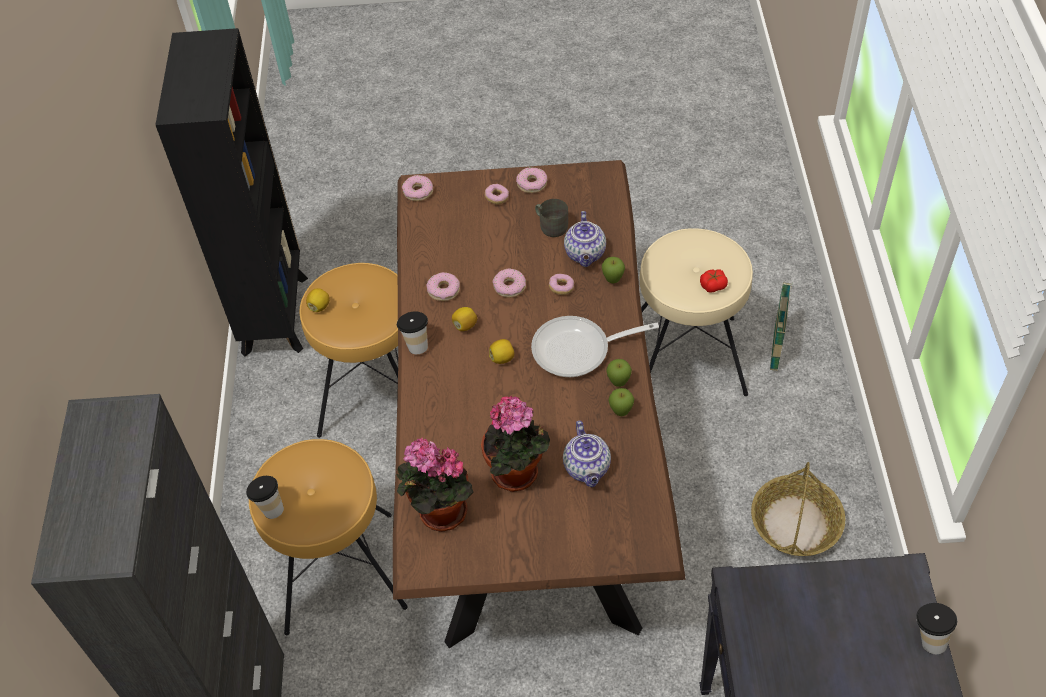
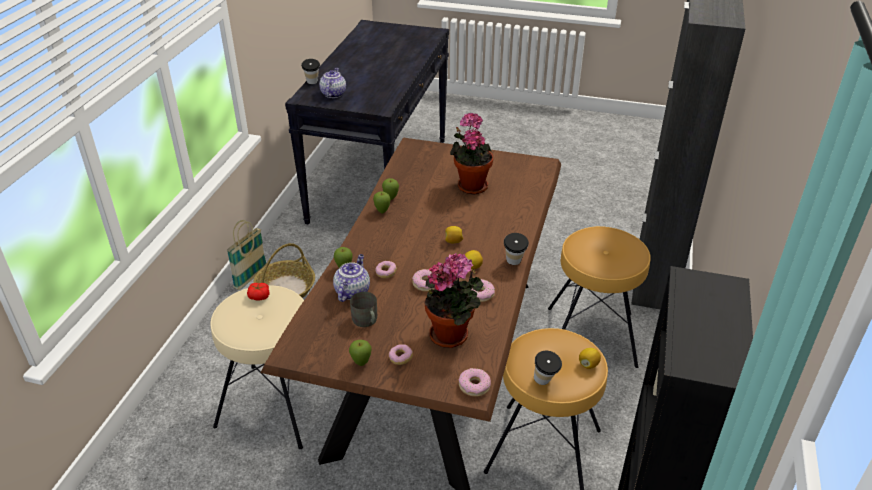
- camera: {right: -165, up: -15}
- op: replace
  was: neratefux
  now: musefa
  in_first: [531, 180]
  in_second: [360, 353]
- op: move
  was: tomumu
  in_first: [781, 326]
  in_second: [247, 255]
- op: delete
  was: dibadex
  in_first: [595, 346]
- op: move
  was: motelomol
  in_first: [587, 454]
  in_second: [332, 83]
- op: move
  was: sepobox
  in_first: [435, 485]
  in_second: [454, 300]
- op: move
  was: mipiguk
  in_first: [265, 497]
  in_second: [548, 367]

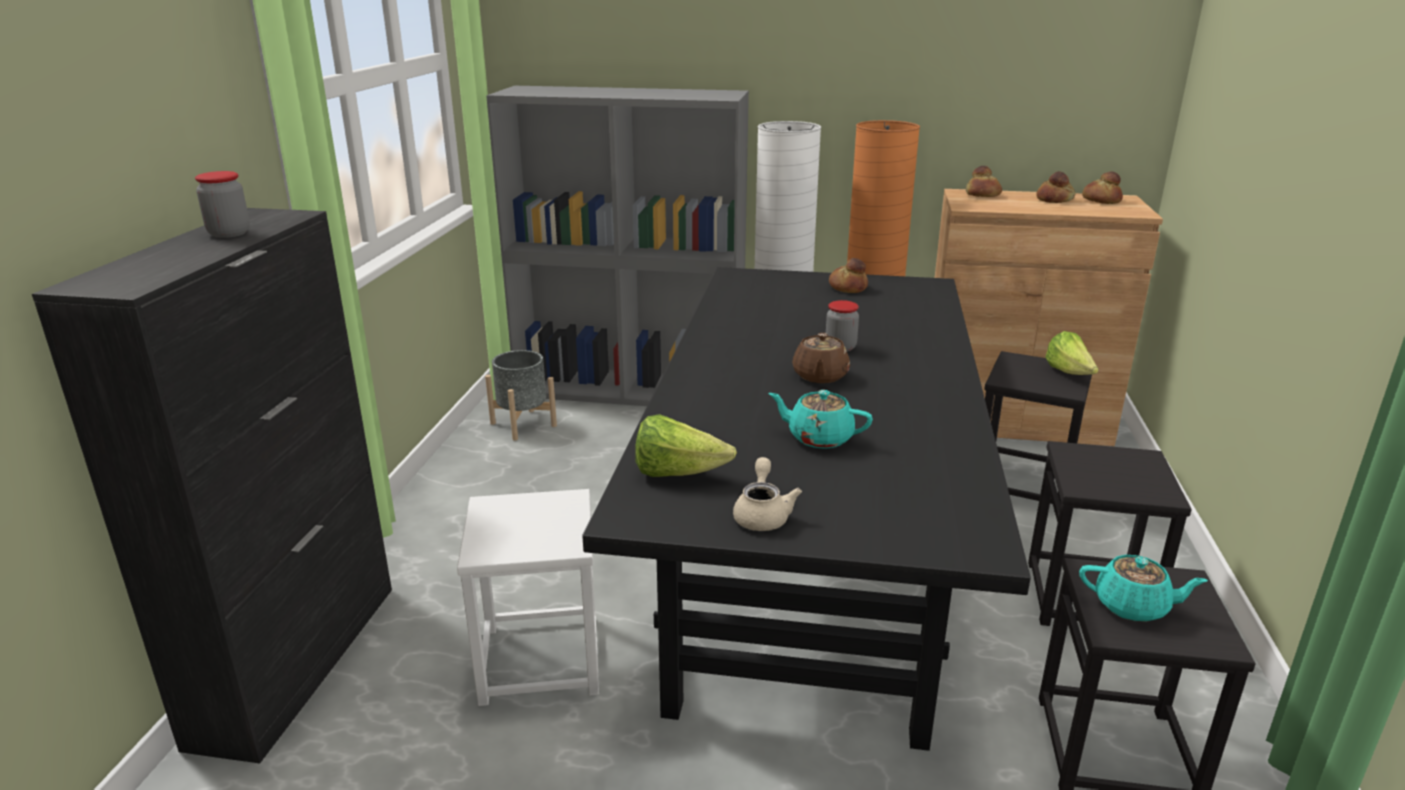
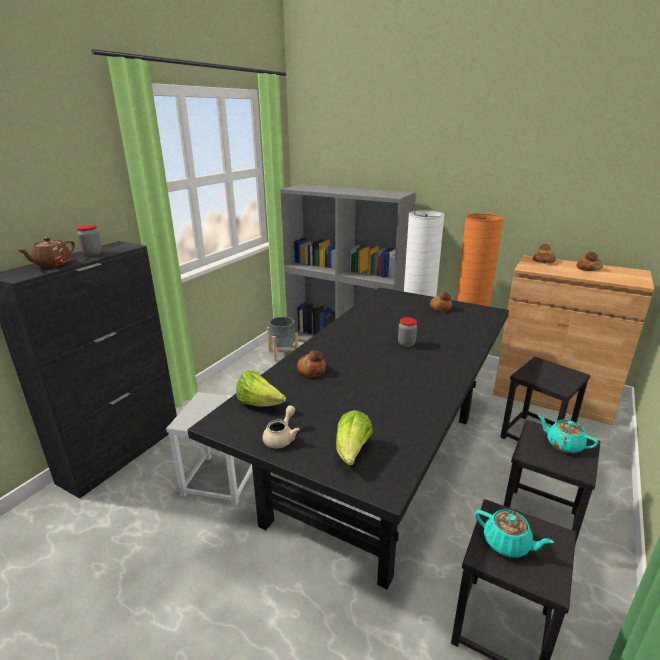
- camera: {right: 20, up: 0}
- op: move
  was: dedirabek
  in_first: [1102, 188]
  in_second: [311, 363]
- op: move
  was: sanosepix
  in_first: [1072, 353]
  in_second: [354, 437]
- op: move
  was: brown_motelomol
  in_first: [821, 358]
  in_second: [46, 252]
- op: move
  was: turquoise_motelomol
  in_first: [820, 419]
  in_second: [568, 434]

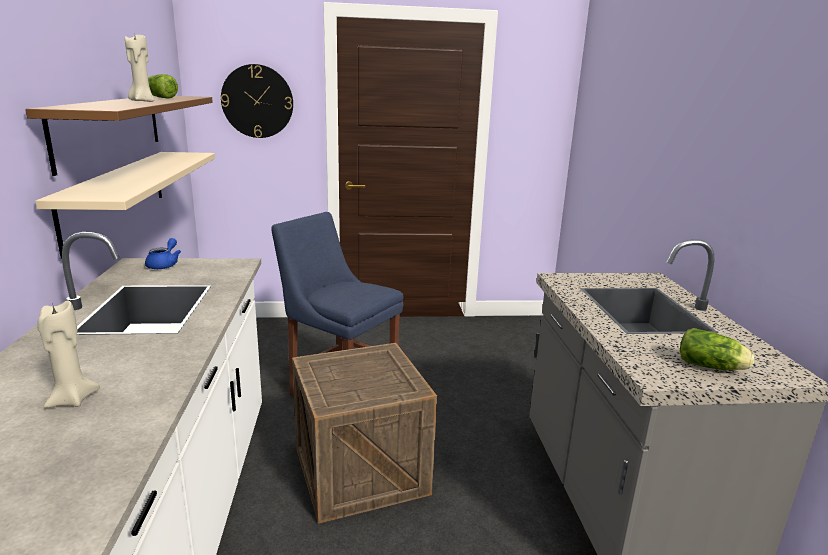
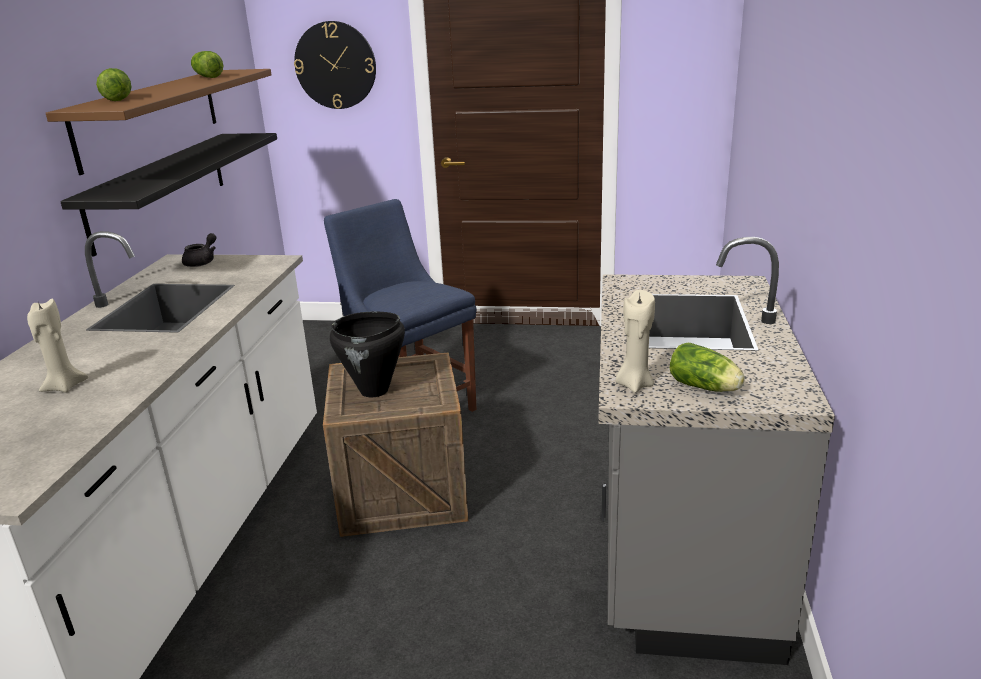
- camera: {right: 15, up: 5}
- op: move
  was: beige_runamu
  in_first: [139, 67]
  in_second: [635, 341]
- op: recolor
  was: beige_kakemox
  now: black_kakemox
  in_first: [125, 205]
  in_second: [168, 195]
- op: recolor
  was: blue_motelomol
  now: grey_motelomol
  in_first: [163, 253]
  in_second: [199, 250]
- op: insert
  now: sanosepix
  in_second: [113, 84]
- op: insert
  now: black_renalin
  in_second: [367, 354]

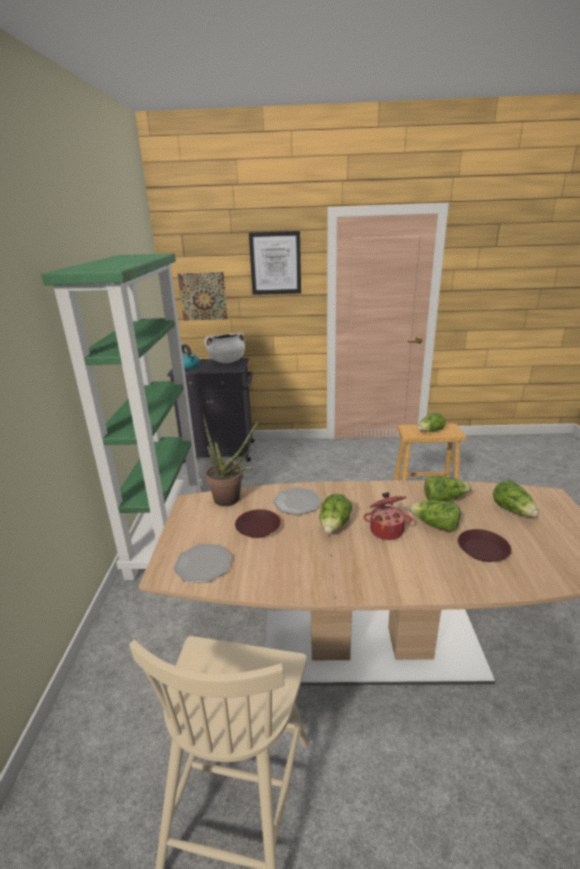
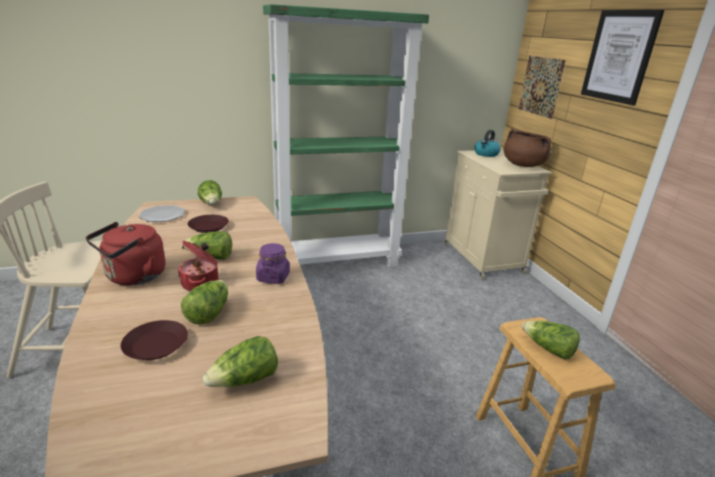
- camera: {right: 70, up: 0}
- op: recolor
  was: white_renalin
  now: brown_renalin
  in_first: [225, 348]
  in_second: [527, 148]
- op: recolor
  was: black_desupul
  now: beige_desupul
  in_first: [211, 410]
  in_second: [498, 214]
- op: delete
  was: sepobox
  in_first: [231, 459]
- op: move
  was: sanosepix
  in_first: [448, 488]
  in_second: [210, 192]
- op: delete
  was: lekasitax
  in_first: [297, 501]
- op: insert
  now: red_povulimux
  in_second: [126, 254]
- op: insert
  now: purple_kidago
  in_second: [273, 263]

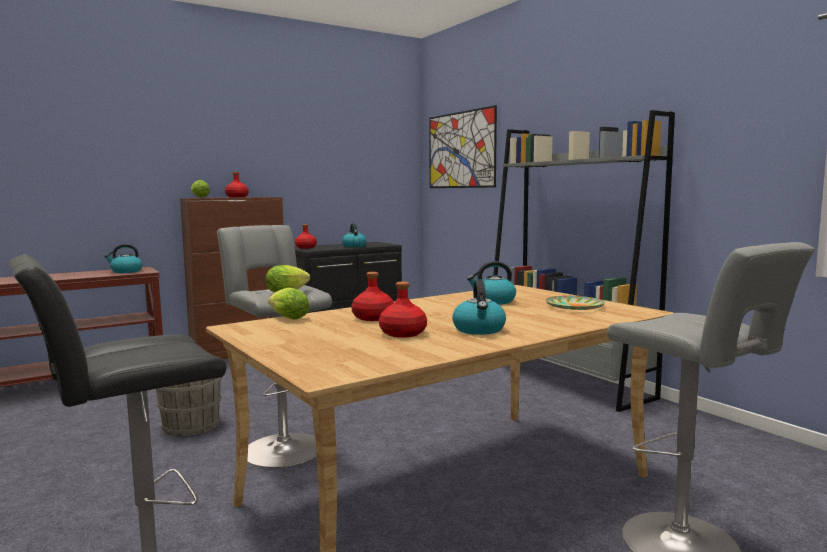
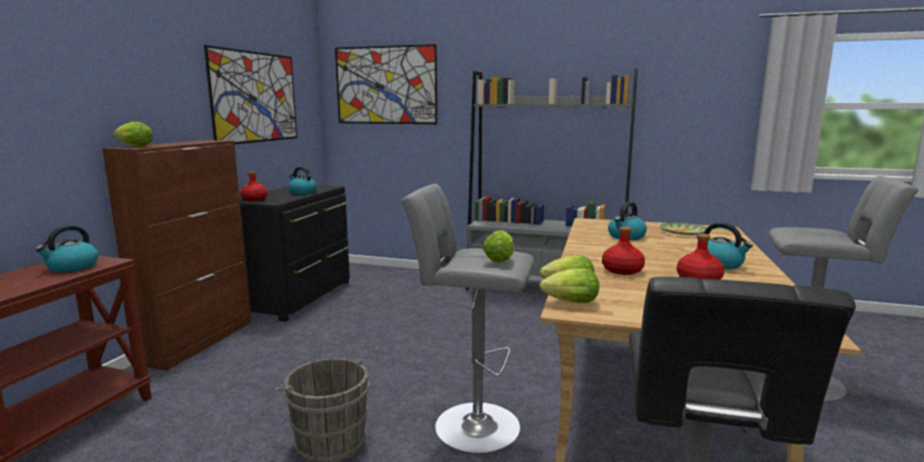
- camera: {right: -40, up: 5}
- op: delete
  was: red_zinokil
  in_first: [237, 184]
- op: insert
  now: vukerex
  in_second: [250, 94]
- op: insert
  now: sanosepix
  in_second: [569, 285]

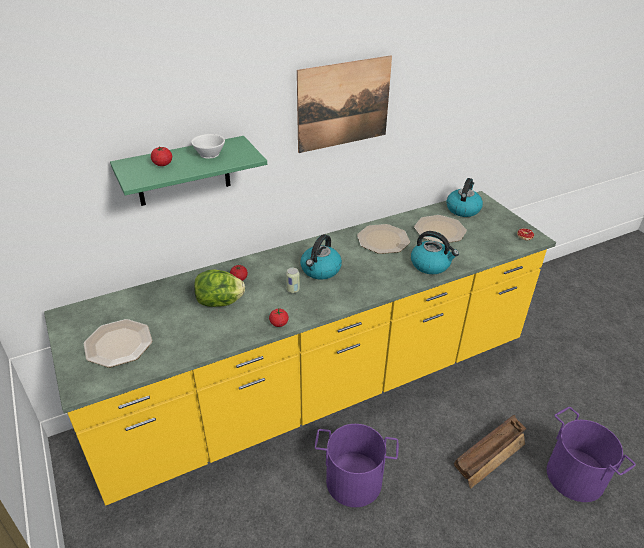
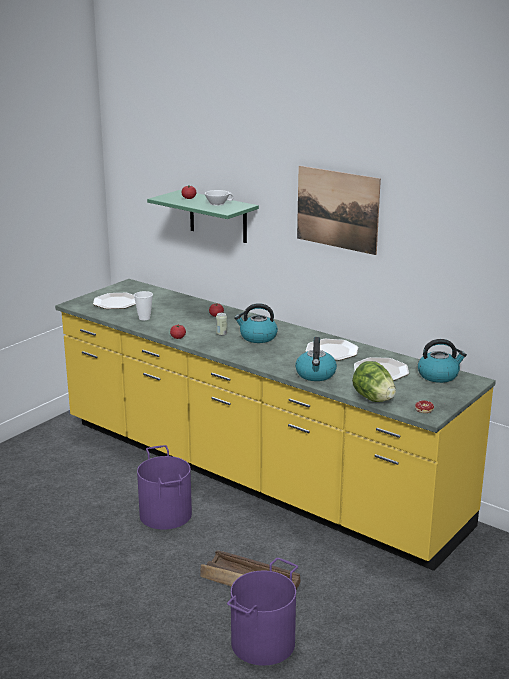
- camera: {right: 65, up: -15}
- op: move
  was: sanosepix
  in_first: [219, 288]
  in_second: [374, 381]
- op: insert
  now: mipiguk
  in_second: [143, 305]

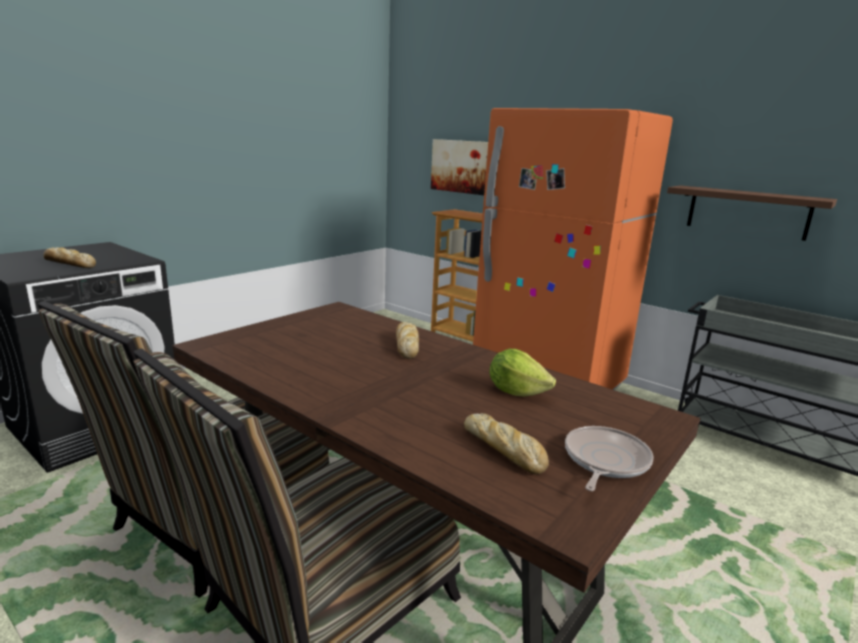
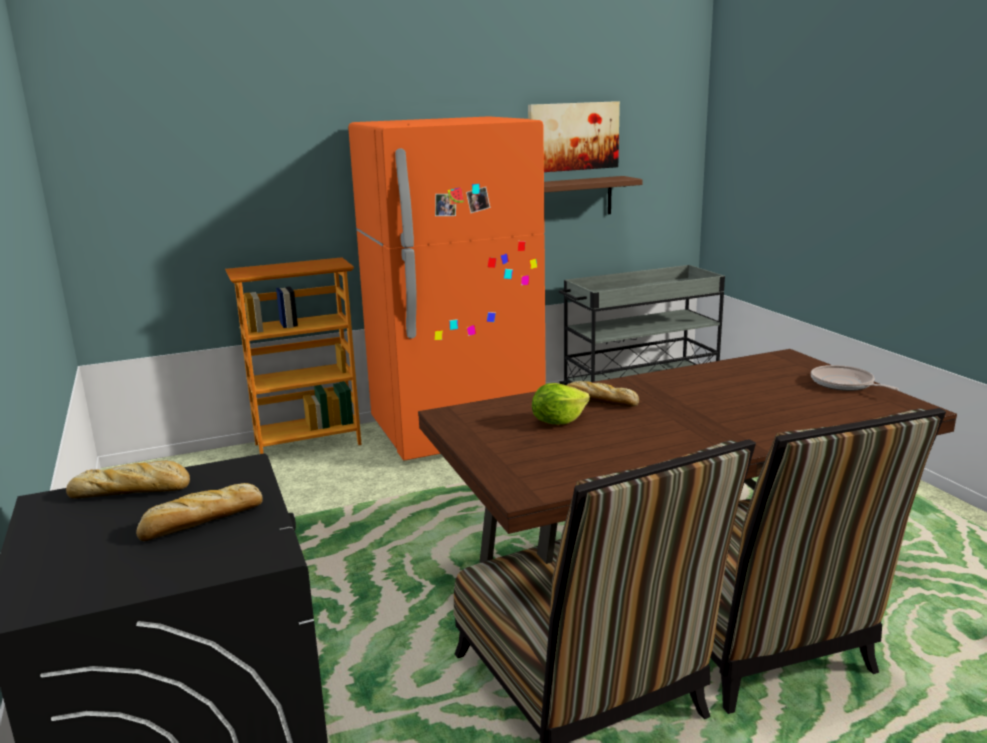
- camera: {right: -60, up: 0}
- op: move
  was: vukerex
  in_first: [459, 167]
  in_second: [574, 136]
- op: move
  was: sanosepix
  in_first: [522, 373]
  in_second: [561, 403]
- op: move
  was: dedirabek
  in_first: [506, 443]
  in_second: [128, 480]

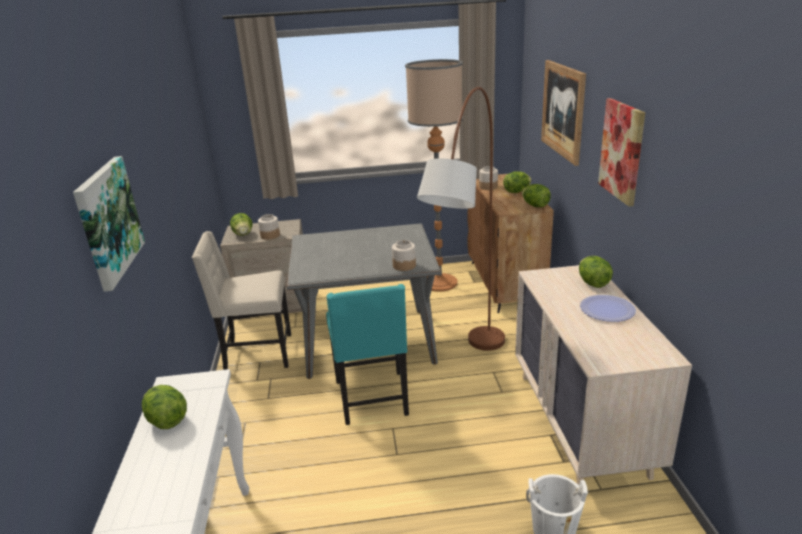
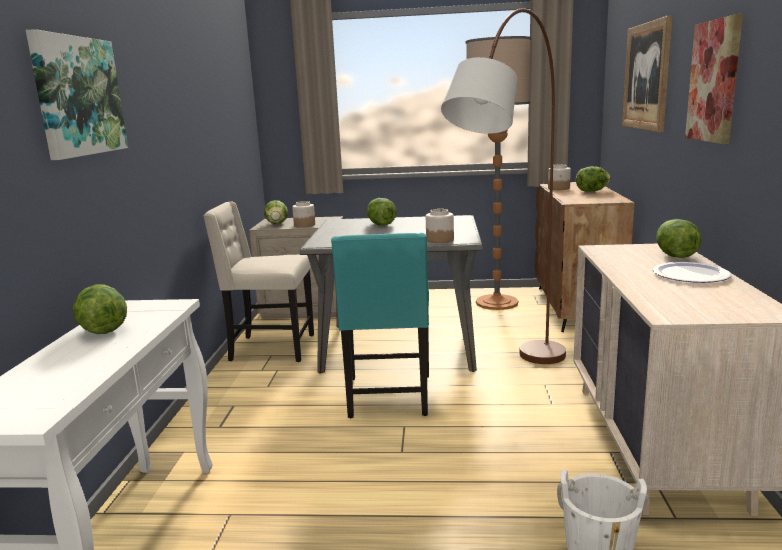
- camera: {right: 10, up: -10}
- op: move
  was: sanosepix
  in_first: [536, 195]
  in_second: [382, 212]

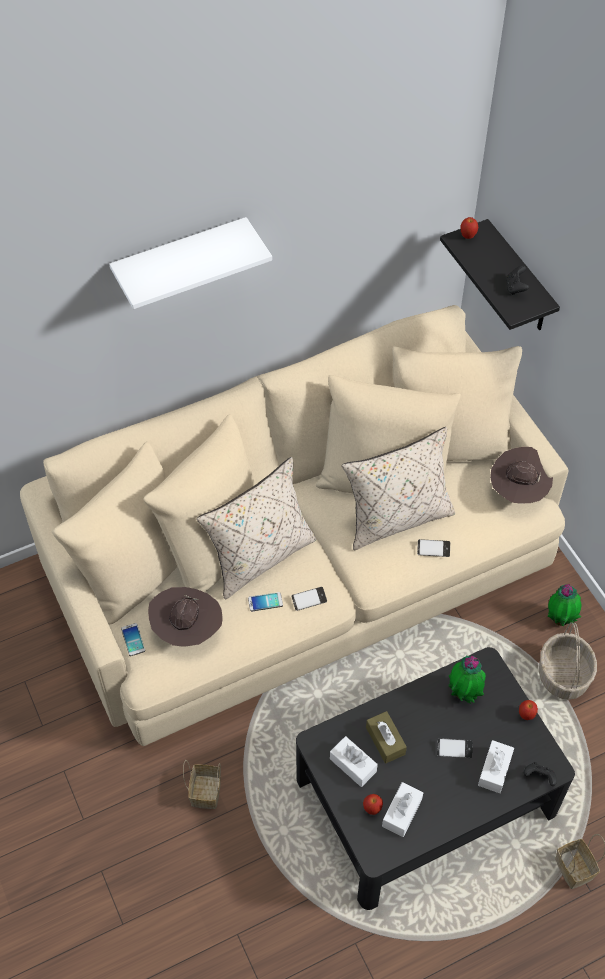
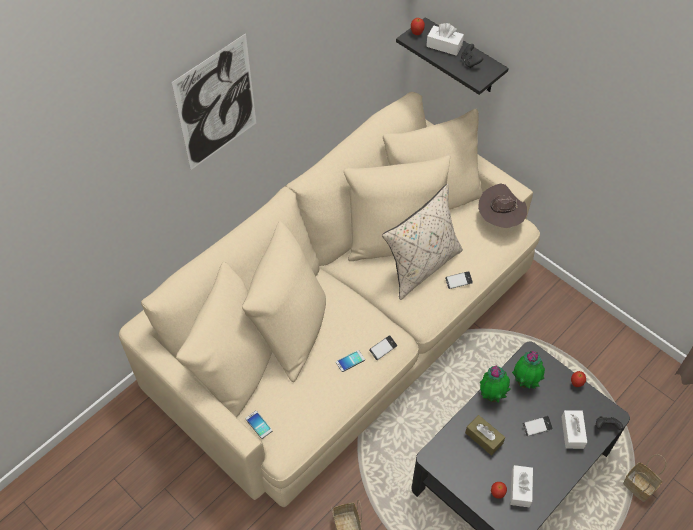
- camera: {right: -20, up: 0}
- op: replace
  was: white_kakemox
  now: vukerex
  in_first: [190, 263]
  in_second: [213, 102]
- op: delete
  was: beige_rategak
  in_first: [256, 528]
- op: move
  was: sepobox
  in_first: [565, 605]
  in_second: [495, 384]
- op: delete
  was: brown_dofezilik
  in_first: [185, 617]
- op: delete
  was: tomumu
  in_first: [568, 661]
- op: move
  was: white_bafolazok
  in_first: [354, 761]
  in_second: [445, 39]

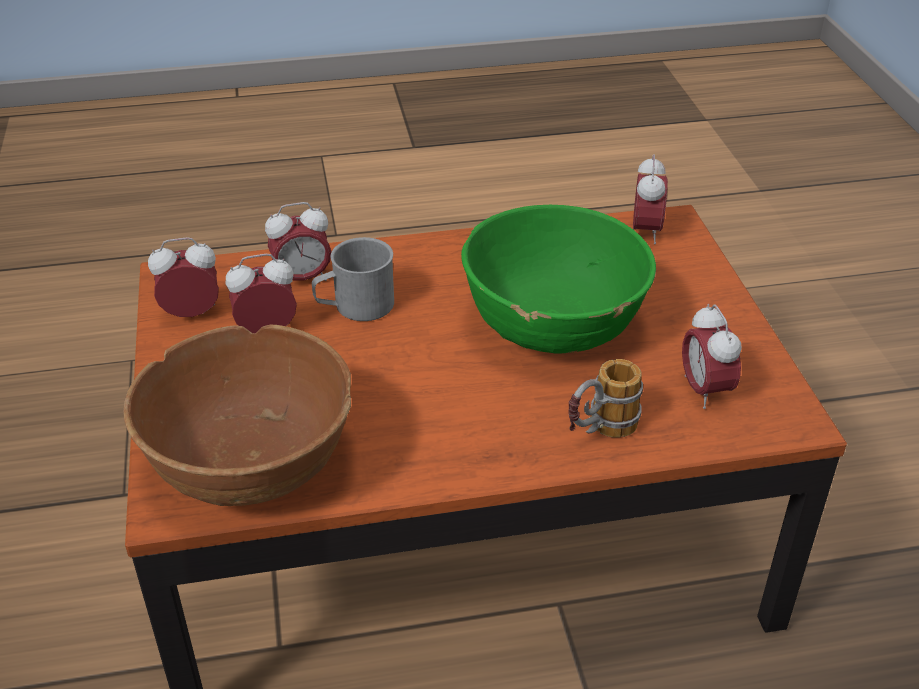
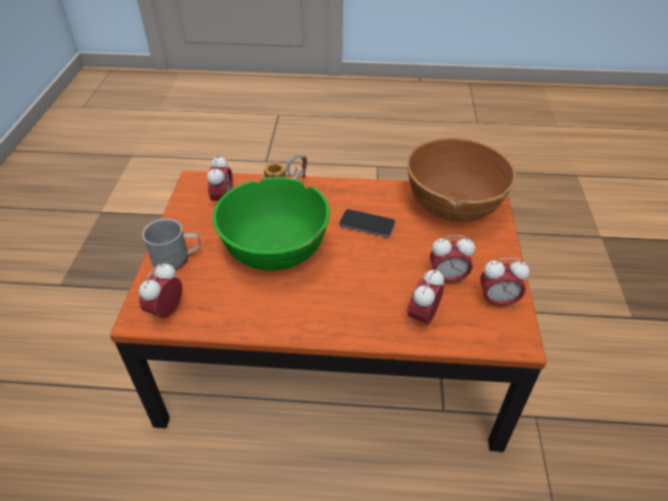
- camera: {right: -165, up: 5}
- op: rotate
  was: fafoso
  in_first: [298, 241]
  in_second: [425, 297]
  clockwise: -60
- op: move
  was: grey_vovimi
  in_first: [353, 279]
  in_second: [171, 244]
- op: insert
  now: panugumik
  in_second: [367, 223]

